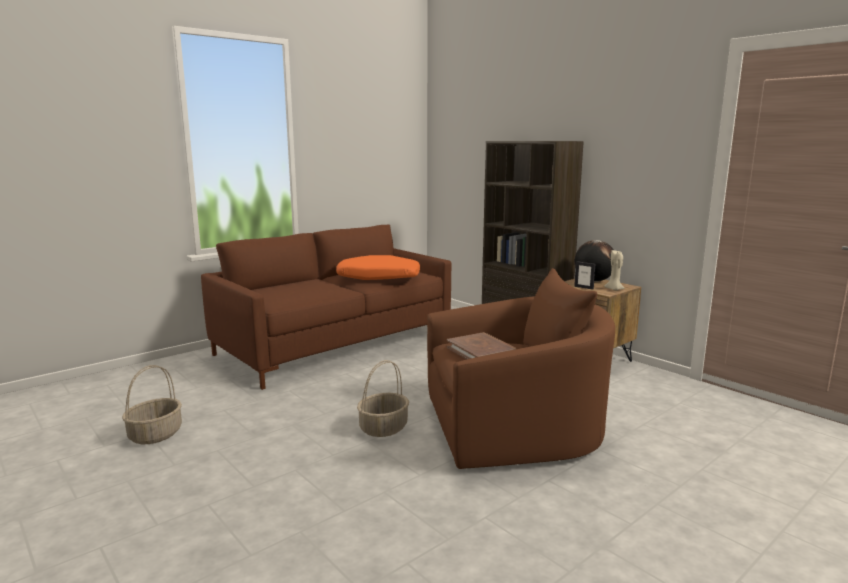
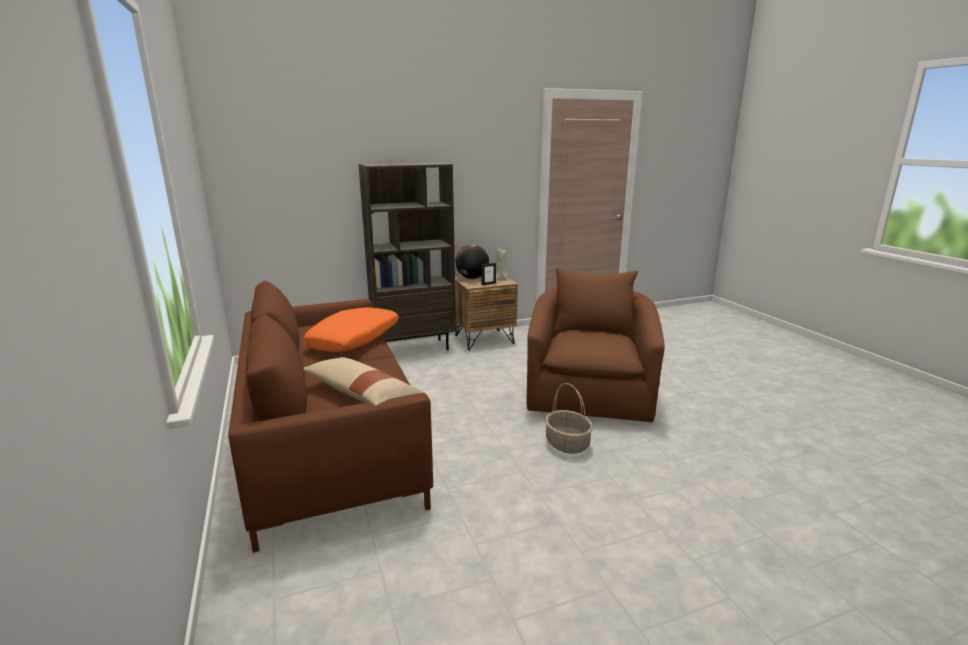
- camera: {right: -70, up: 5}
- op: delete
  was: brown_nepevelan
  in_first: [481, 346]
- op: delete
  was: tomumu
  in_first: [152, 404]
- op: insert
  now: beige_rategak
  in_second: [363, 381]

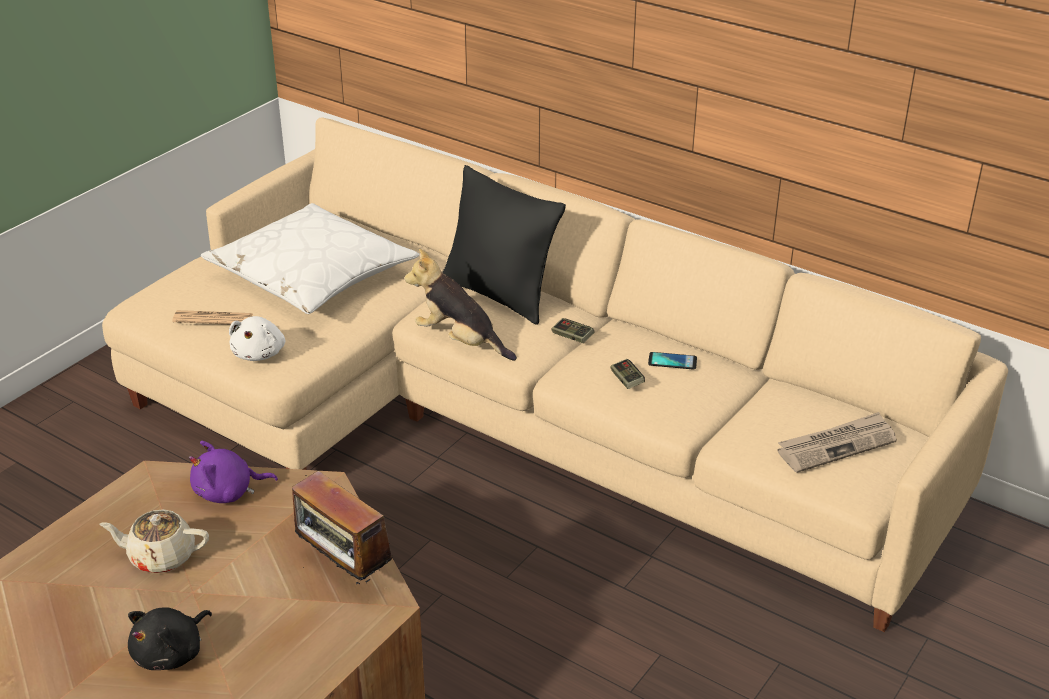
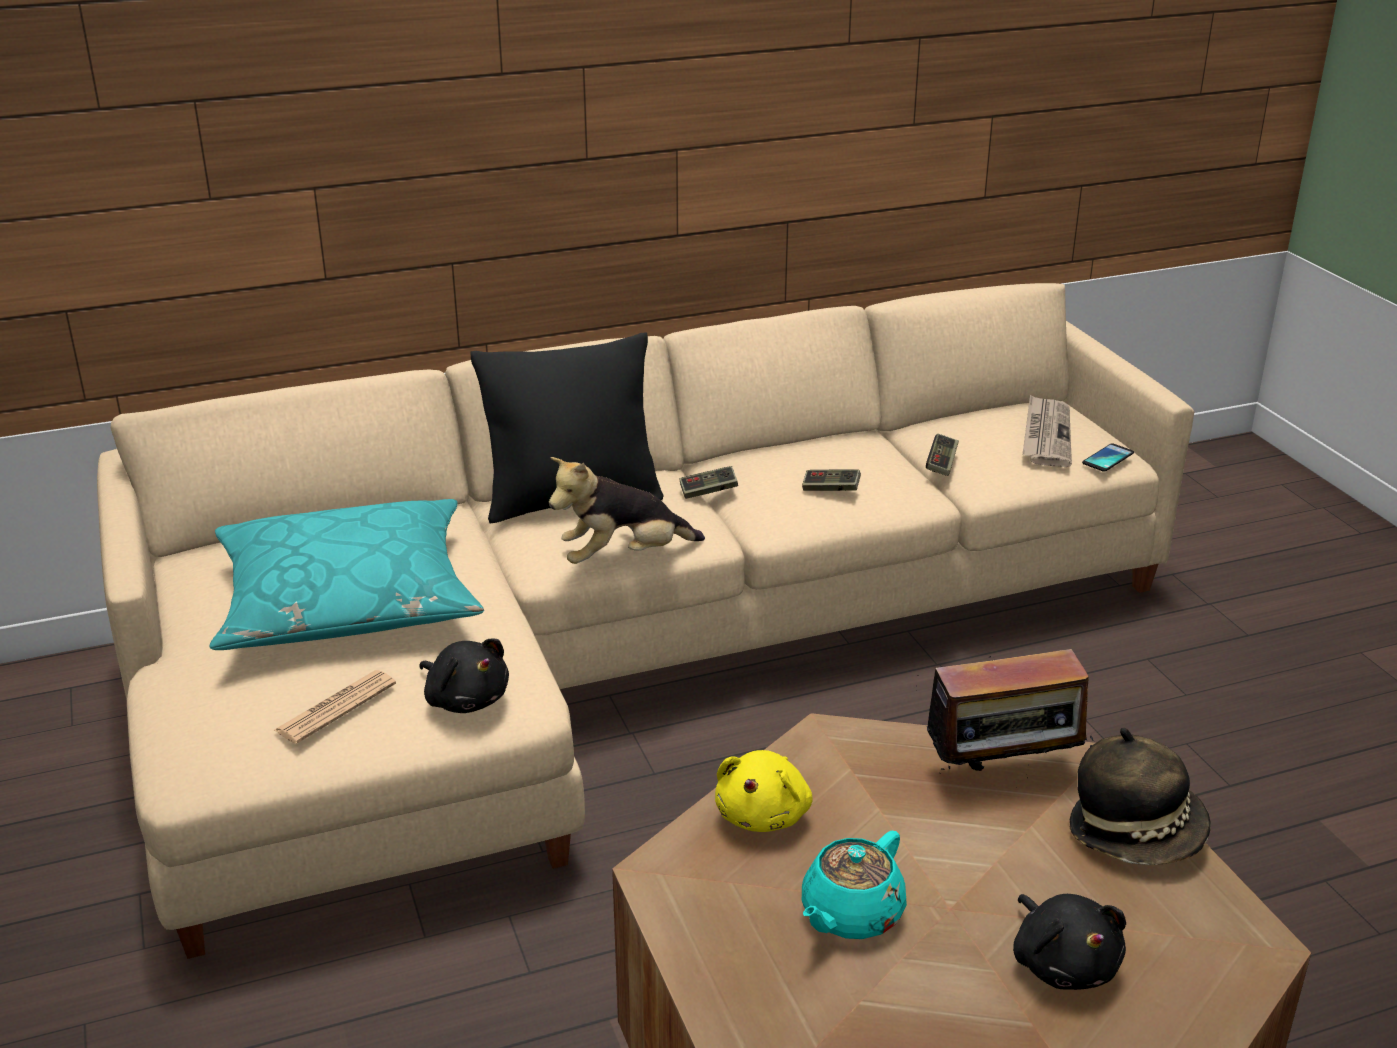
- camera: {right: -55, up: -5}
- op: recolor
  was: white_rategak
  now: turquoise_rategak
  in_first: [310, 258]
  in_second: [347, 574]
- op: recolor
  was: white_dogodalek
  now: black_dogodalek
  in_first: [257, 338]
  in_second: [464, 675]
- op: move
  was: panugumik
  in_first: [672, 361]
  in_second: [1108, 457]
- op: recolor
  was: purple_dogodalek
  now: yellow_dogodalek
  in_first: [233, 472]
  in_second: [764, 791]
- op: recolor
  was: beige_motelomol
  now: turquoise_motelomol
  in_first: [154, 541]
  in_second: [854, 885]
- op: insert
  now: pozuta
  in_second: [942, 455]
- op: insert
  now: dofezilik
  in_second: [1140, 796]

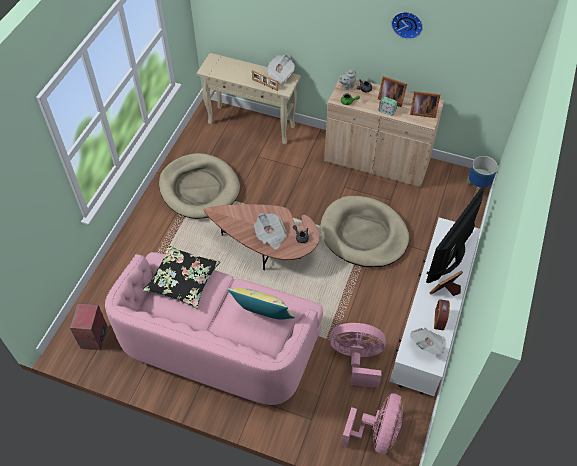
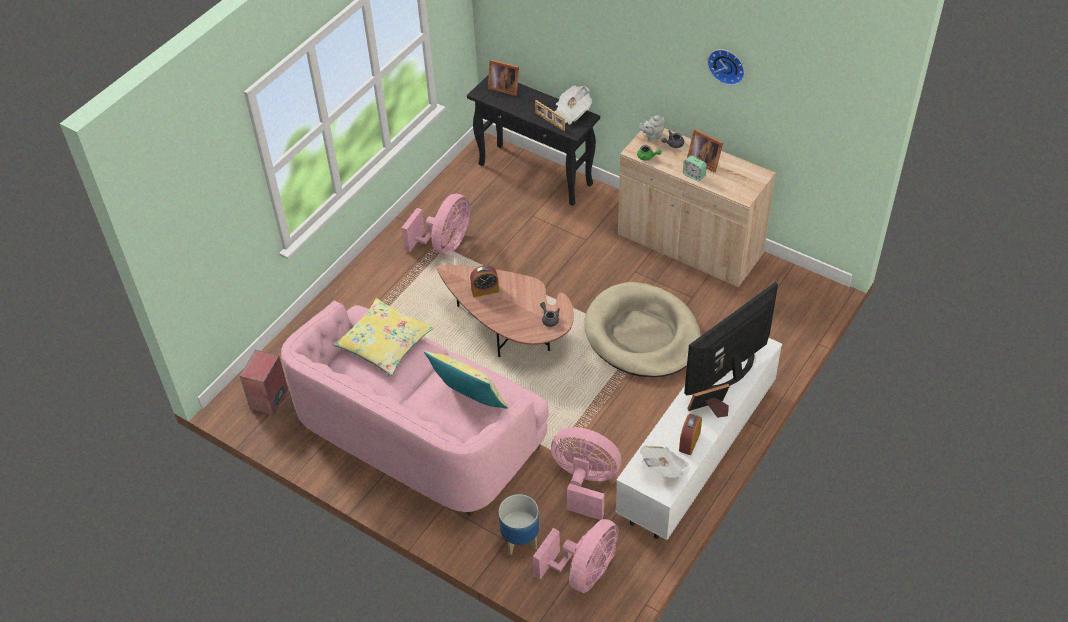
- camera: {right: 15, up: -5}
- op: recolor
  was: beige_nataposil
  now: black_nataposil
  in_first: [249, 98]
  in_second: [533, 140]
- op: move
  was: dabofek
  in_first: [425, 104]
  in_second: [503, 77]
- op: replace
  was: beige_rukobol
  now: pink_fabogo
  in_first: [199, 186]
  in_second: [436, 224]
- op: move
  was: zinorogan
  in_first: [482, 176]
  in_second: [519, 524]
- op: delete
  was: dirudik
  in_first: [270, 231]
- op: recolor
  was: black_rategak
  now: yellow_rategak
  in_first: [181, 276]
  in_second: [383, 337]
- op: insert
  now: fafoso
  in_second: [484, 281]

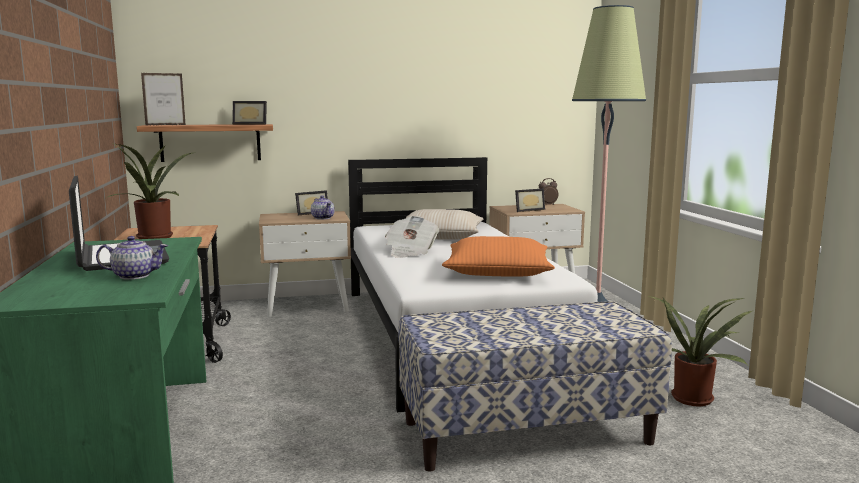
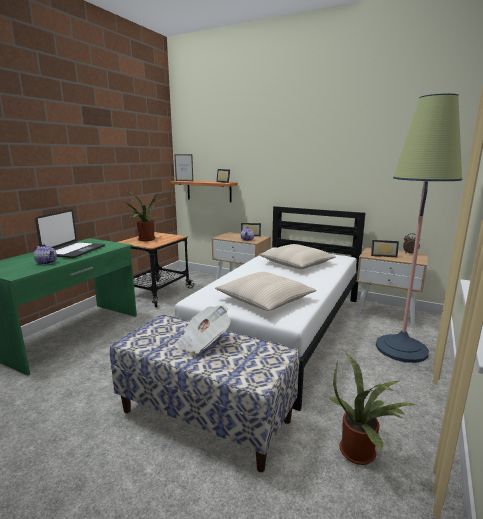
- camera: {right: 40, up: 5}
- op: move
  was: dirudik
  in_first: [412, 237]
  in_second: [202, 329]
- op: recolor
  was: orange_rategak
  now: beige_rategak
  in_first: [498, 256]
  in_second: [265, 291]

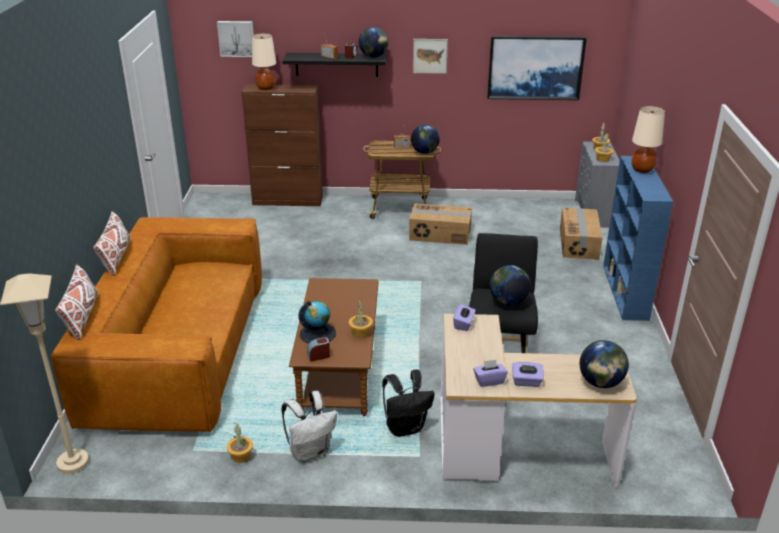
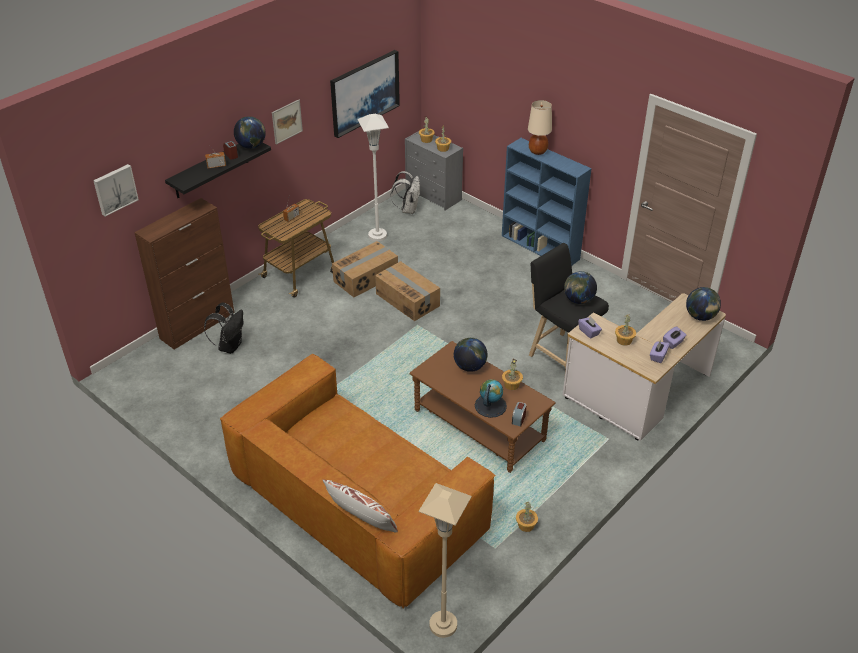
- camera: {right: -50, up: 10}
- op: delete
  was: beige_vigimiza
  in_first: [264, 61]
- op: move
  was: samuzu
  in_first: [425, 139]
  in_second: [471, 355]
- op: move
  was: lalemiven
  in_first: [581, 234]
  in_second: [407, 291]
- op: delete
  was: white_rategak
  in_first: [112, 243]
- op: move
  was: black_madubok
  in_first: [408, 403]
  in_second: [223, 328]
- op: move
  was: white_madubok
  in_first: [309, 426]
  in_second: [405, 192]
- op: insert
  now: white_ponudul
  in_second: [373, 177]
- op: insert
  now: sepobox
  in_second: [625, 330]

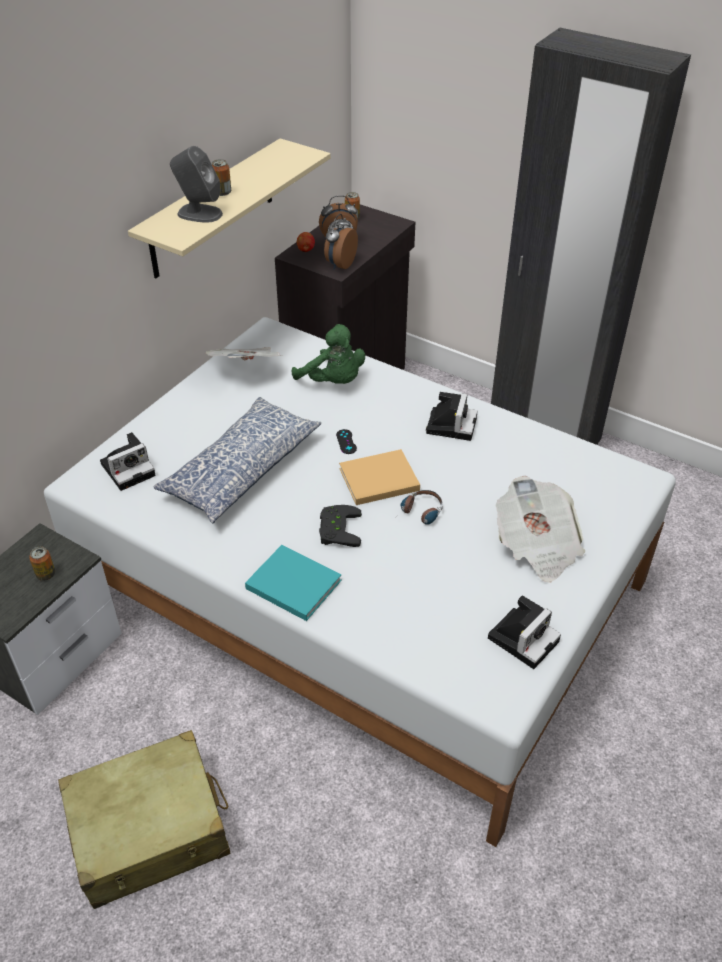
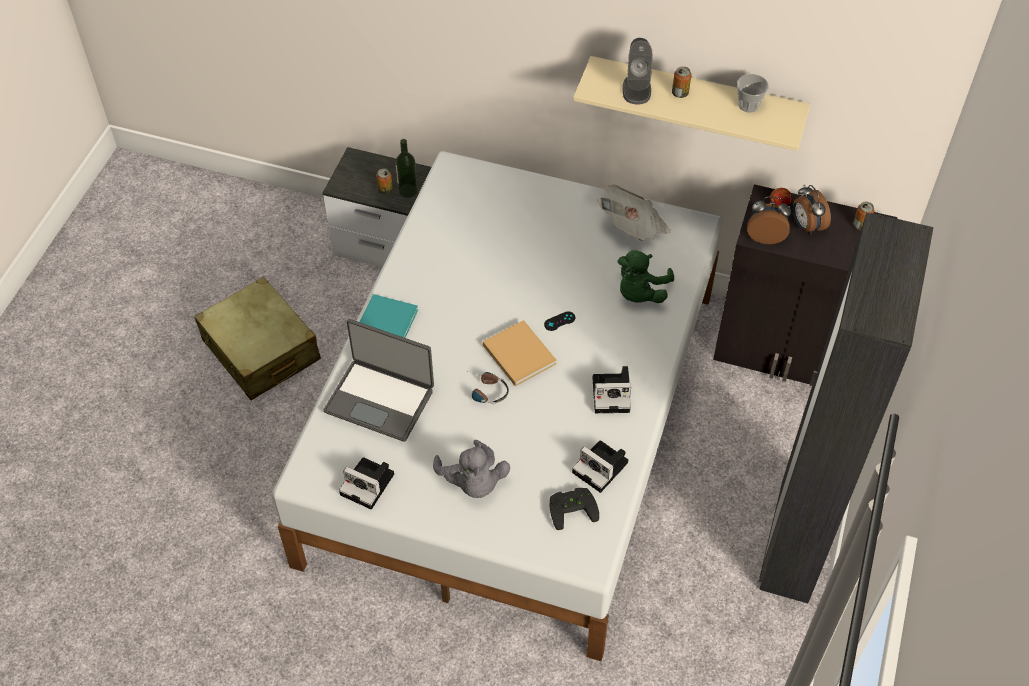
- camera: {right: 75, up: 10}
- op: delete
  was: rategak
  in_first: [237, 460]
- op: move
  was: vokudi
  in_first: [128, 461]
  in_second: [600, 467]
- op: replace
  was: dirudik
  now: grey_dogodalek
  in_first: [540, 529]
  in_second: [471, 469]
- op: move
  was: black_pozuta
  in_first: [340, 526]
  in_second: [574, 509]
- op: insert
  now: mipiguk
  in_second: [753, 93]
- op: insert
  now: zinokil
  in_second: [406, 168]
- op: insert
  now: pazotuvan
  in_second: [378, 380]

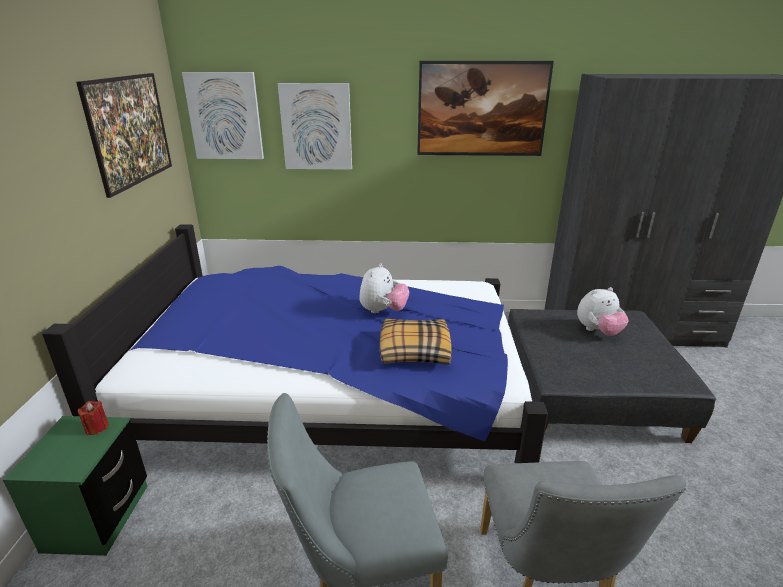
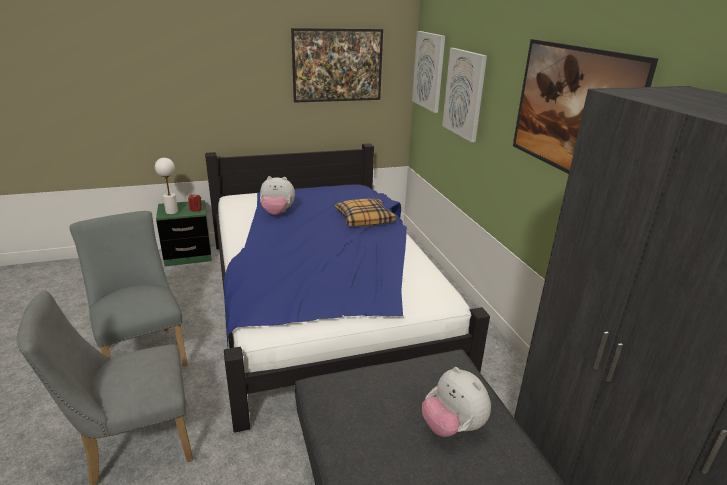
- camera: {right: 70, up: 0}
- op: move
  was: dogodalek
  in_first: [384, 288]
  in_second: [277, 195]
- op: move
  was: rategak
  in_first: [416, 342]
  in_second: [365, 212]
- op: insert
  now: white_vigimiza
  in_second: [166, 186]

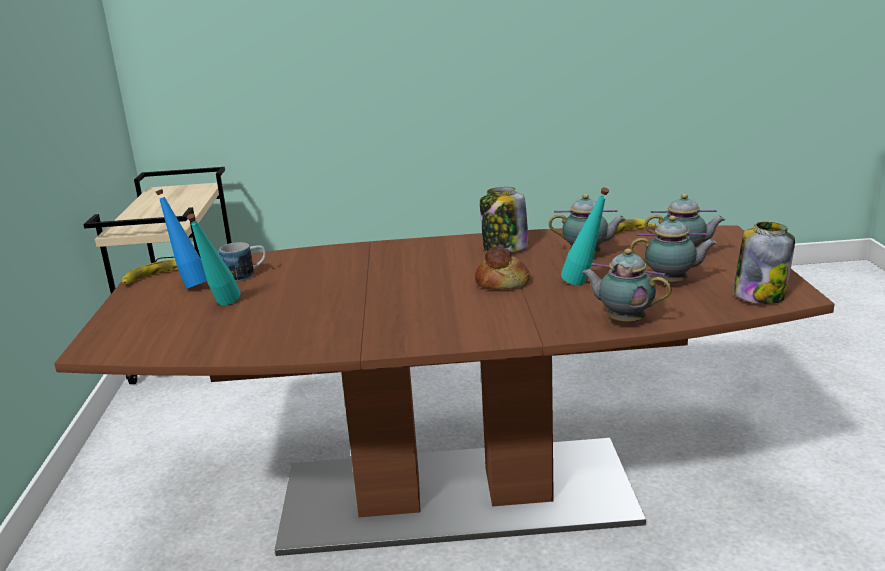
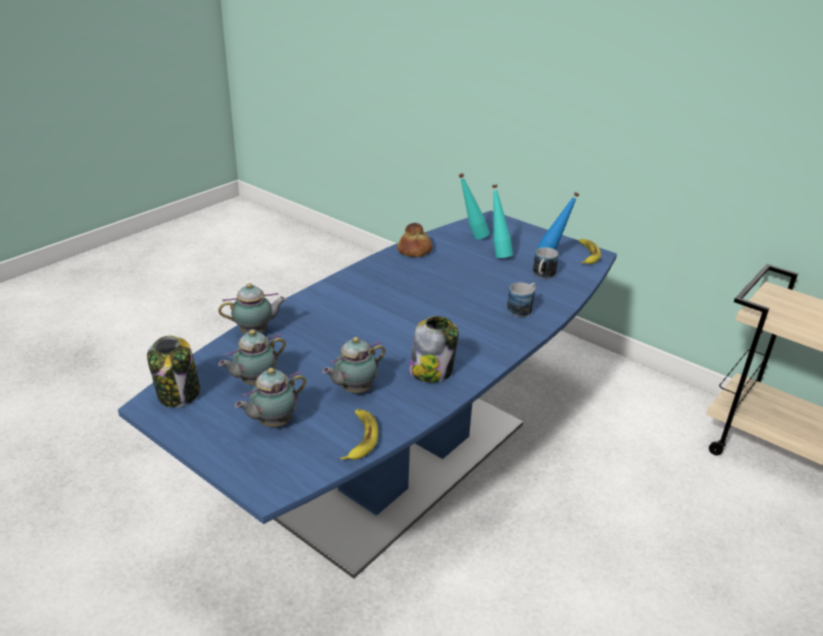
- camera: {right: 130, up: 10}
- op: move
  was: turquoise_zinokil
  in_first: [585, 236]
  in_second: [474, 206]
- op: recolor
  was: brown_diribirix
  now: blue_diribirix
  in_first: [444, 390]
  in_second: [367, 395]
- op: move
  was: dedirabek
  in_first: [502, 268]
  in_second: [414, 240]
- op: insert
  now: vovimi
  in_second: [521, 299]

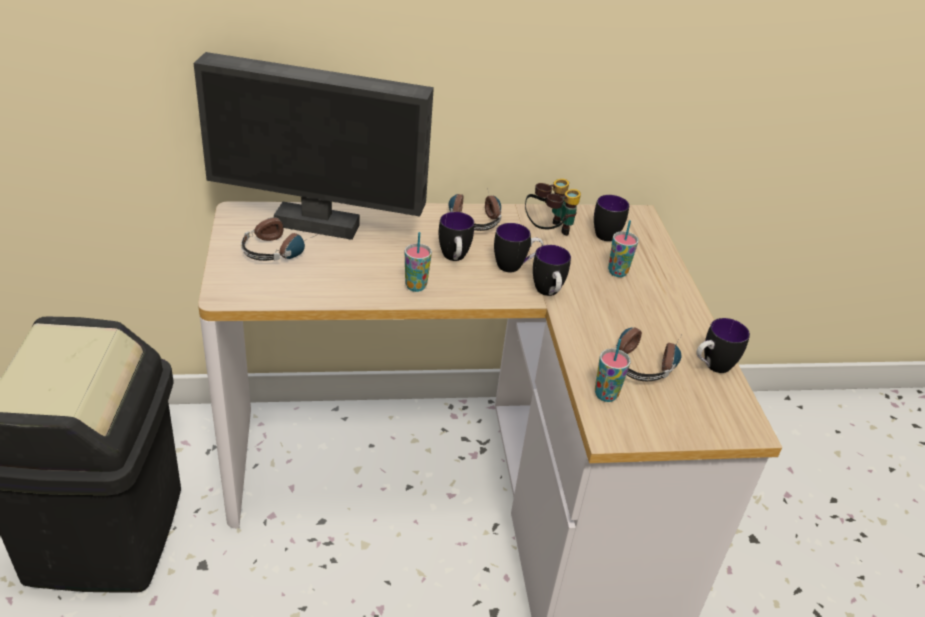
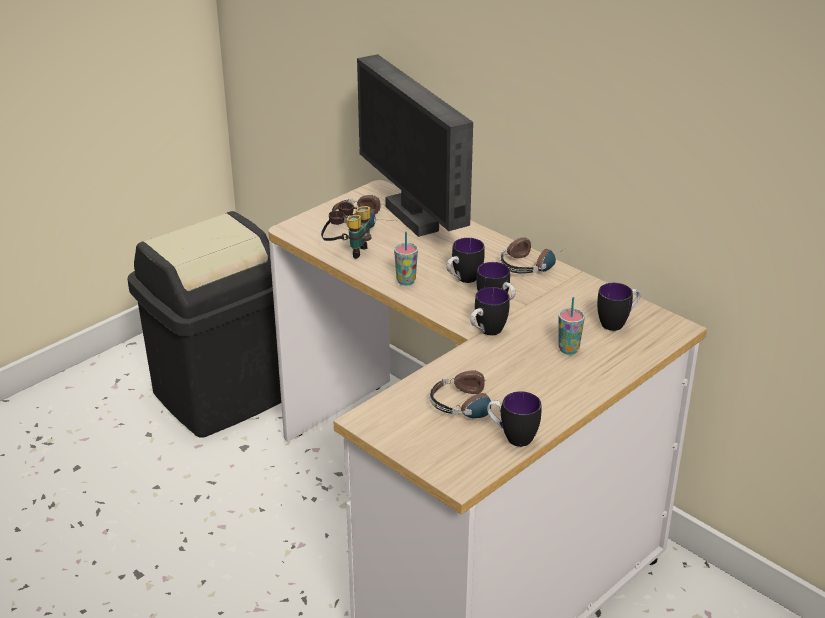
- camera: {right: 55, up: -5}
- op: move
  was: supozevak
  in_first: [553, 207]
  in_second: [346, 230]
- op: delete
  was: mipiguk
  in_first: [613, 370]

